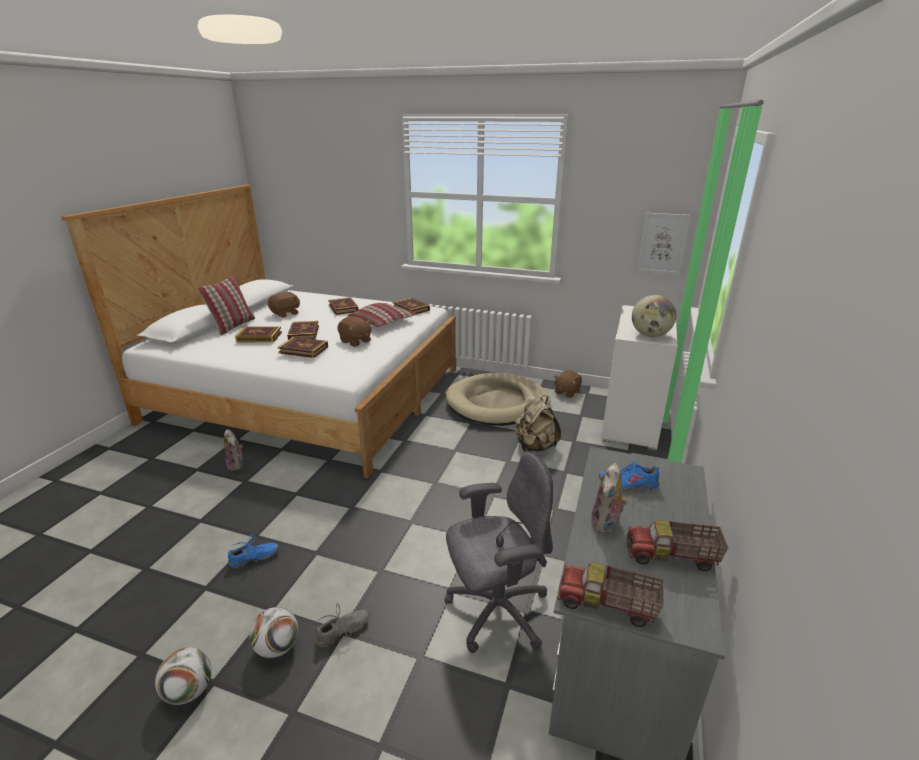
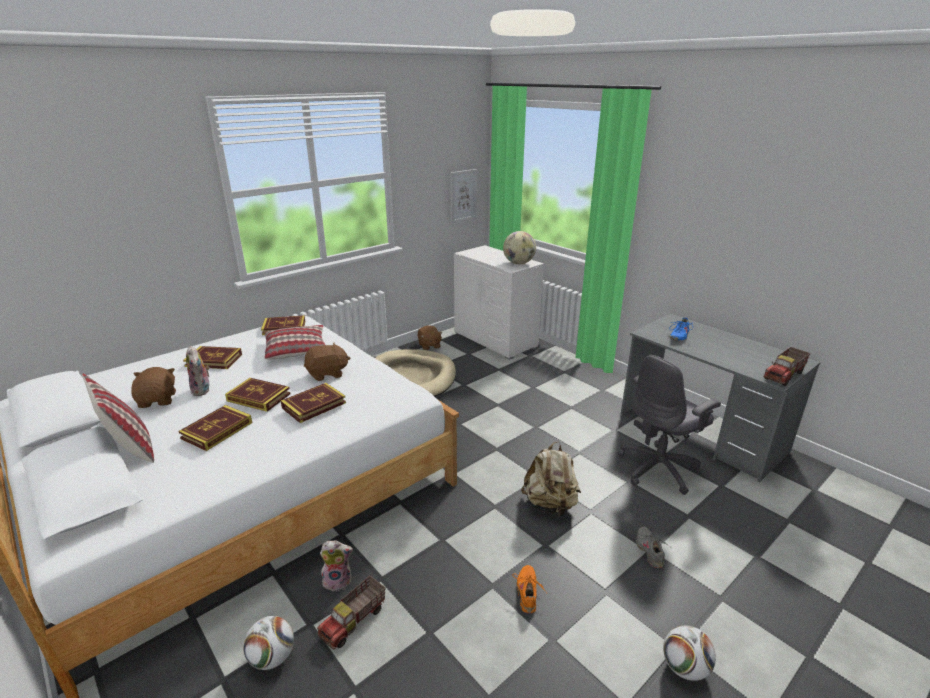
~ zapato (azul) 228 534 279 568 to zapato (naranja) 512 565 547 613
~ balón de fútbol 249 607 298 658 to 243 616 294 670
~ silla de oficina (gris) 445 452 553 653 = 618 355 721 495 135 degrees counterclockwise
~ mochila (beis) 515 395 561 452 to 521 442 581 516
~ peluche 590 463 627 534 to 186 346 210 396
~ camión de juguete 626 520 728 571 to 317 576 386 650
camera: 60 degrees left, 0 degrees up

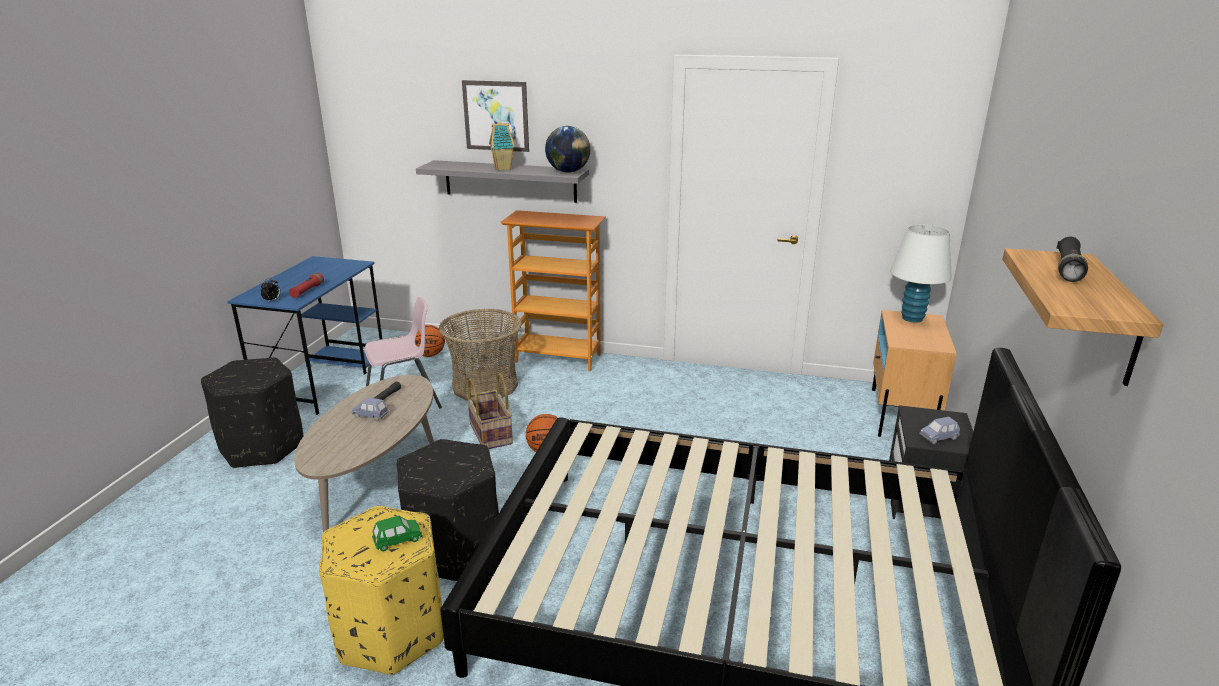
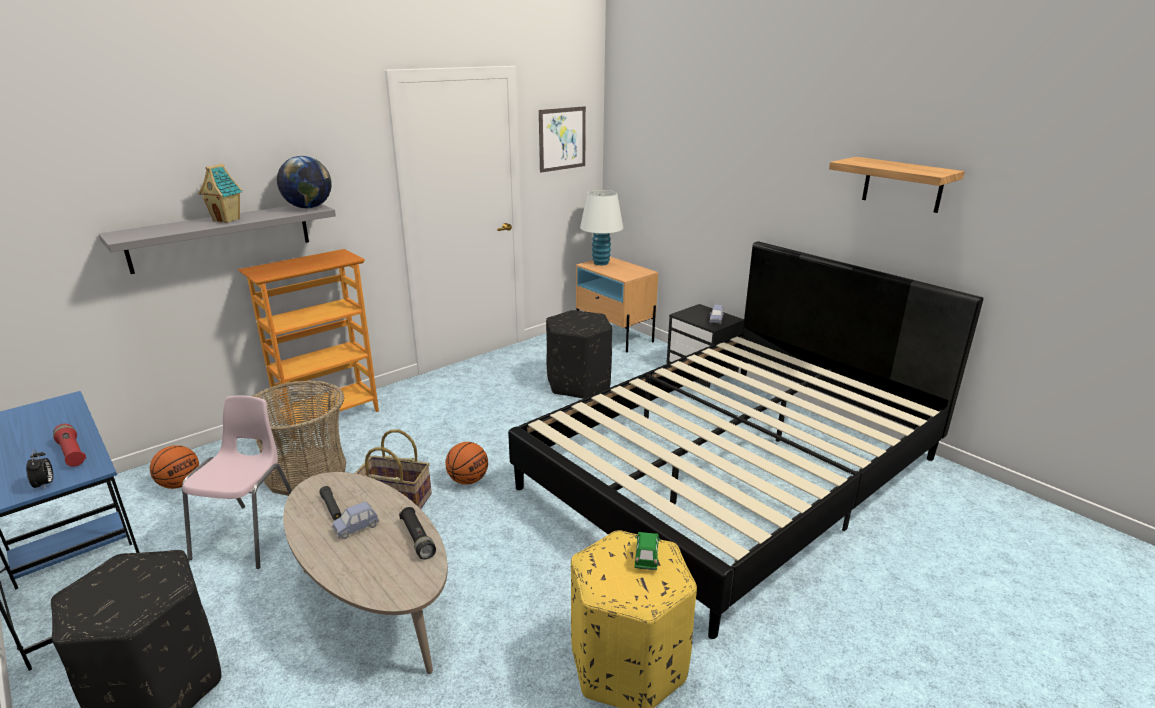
~ puf (negro) 397 439 499 581 to 546 310 612 399
~ cuadro 462 80 529 152 to 539 106 586 173
~ linterna (negro) 1057 237 1088 282 to 399 507 436 560
camera: 55 degrees left, 0 degrees up

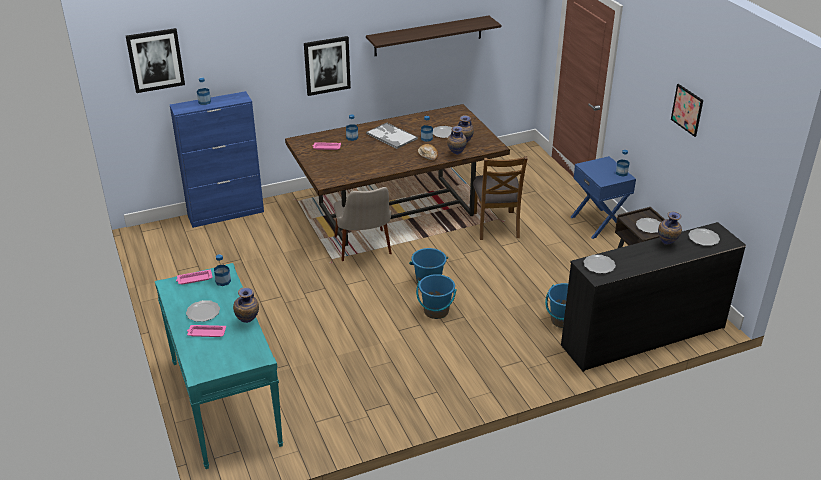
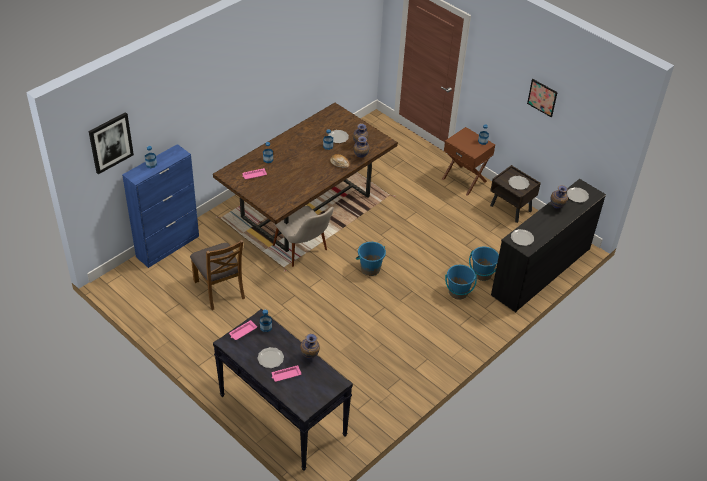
~ mesa consola (turquesa) 155 263 283 469 to mesa consola (negro) 213 309 353 471
- cuadro 304 36 351 96
- estante 366 16 501 56
- bandeja 366 123 418 149
~ cubo (azul) 416 274 457 319 to 445 265 477 300
~ silla (marrón) 473 156 528 240 to 190 240 245 310
~ mesita de noche (azul) 571 156 636 239 to mesita de noche (marrón) 442 127 495 195
camera: 25 degrees left, 10 degrees up

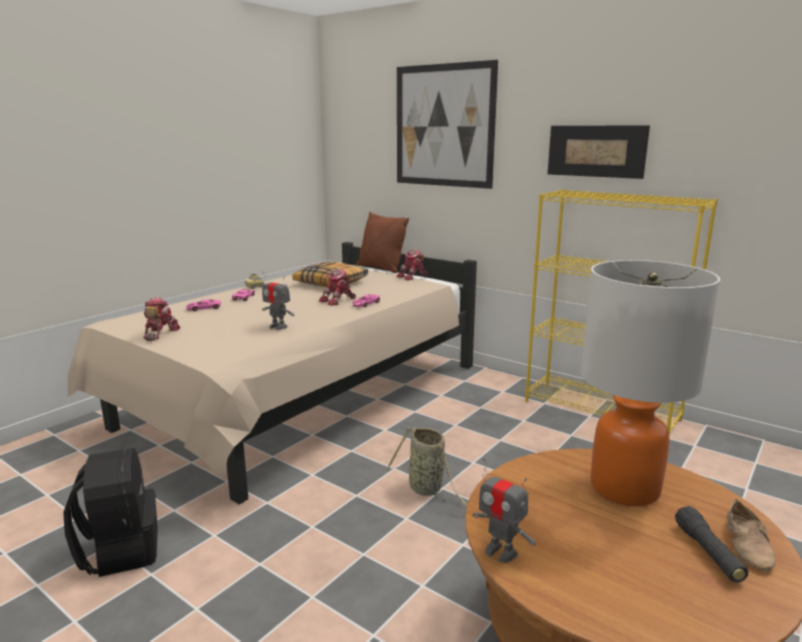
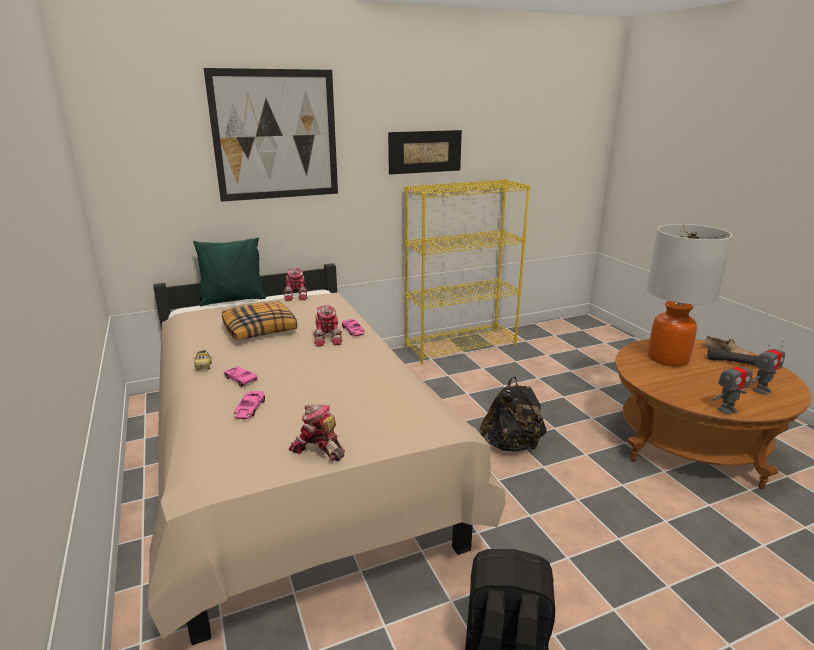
~ robot de juguete 262 272 294 330 to 752 340 785 395
~ cojín (marrón) 357 212 409 273 to cojín (verde) 193 237 266 306
~ cesta 386 426 467 506 to mochila (negro) 480 377 547 452
camera: 60 degrees left, 5 degrees up

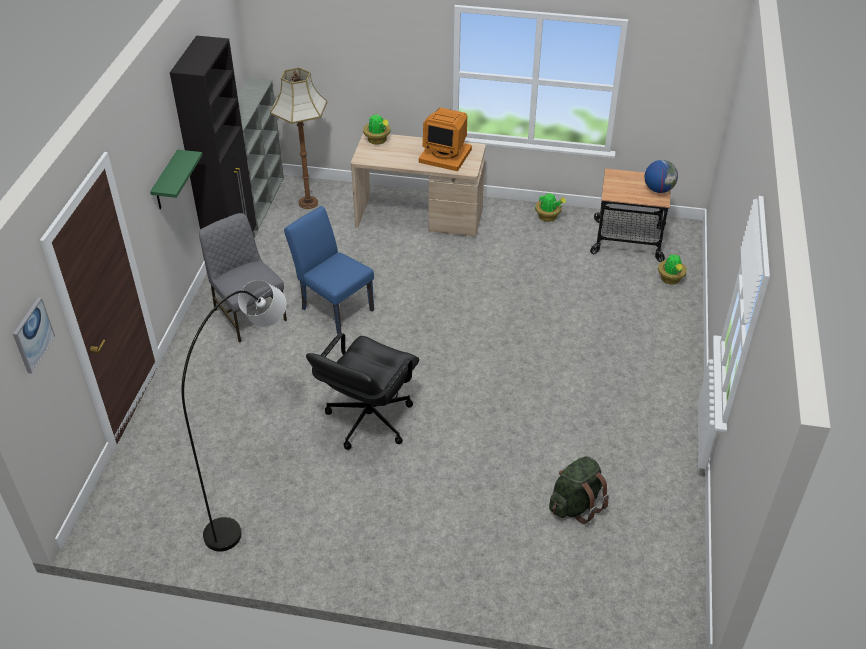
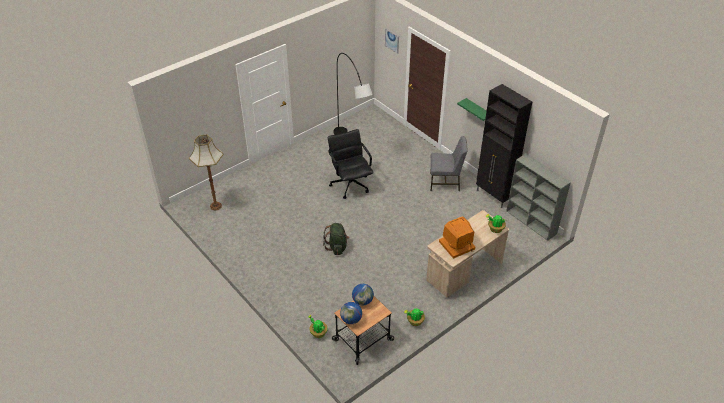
~ lámpara de pie 270 68 327 209 to 189 135 224 210
- silla (azul) 284 206 374 334
~ mochila (verde) 549 456 609 524 to 323 223 349 255
+ globo terráqueo 352 284 374 305
camera: 130 degrees right, 0 degrees up

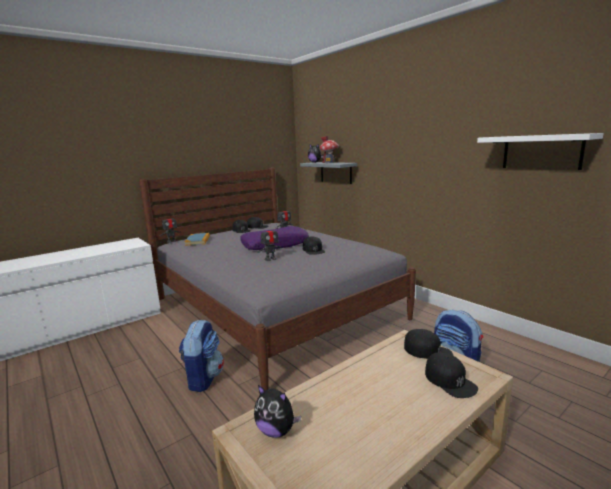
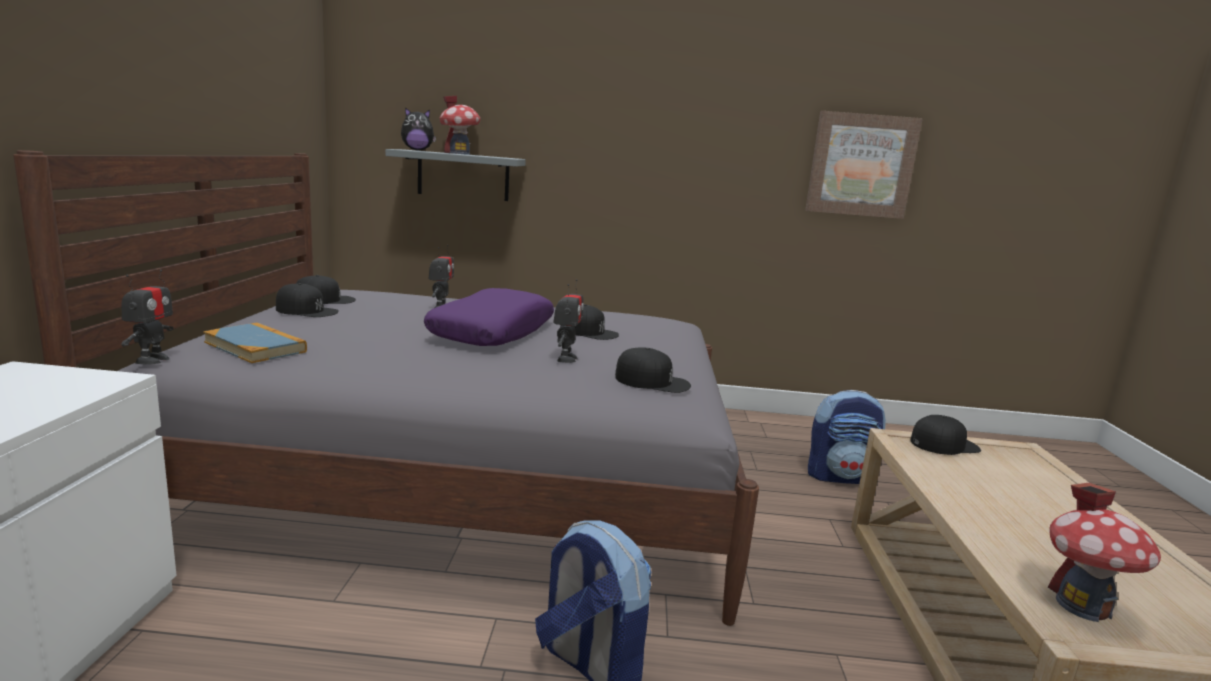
~ peluche 254 385 301 438 to casita 1048 483 1161 622
~ gorra (negro) 425 352 478 398 to 615 348 691 393
~ estante (blanco) 477 133 604 170 to cuadro 805 111 923 219
camera: 50 degrees left, 0 degrees up

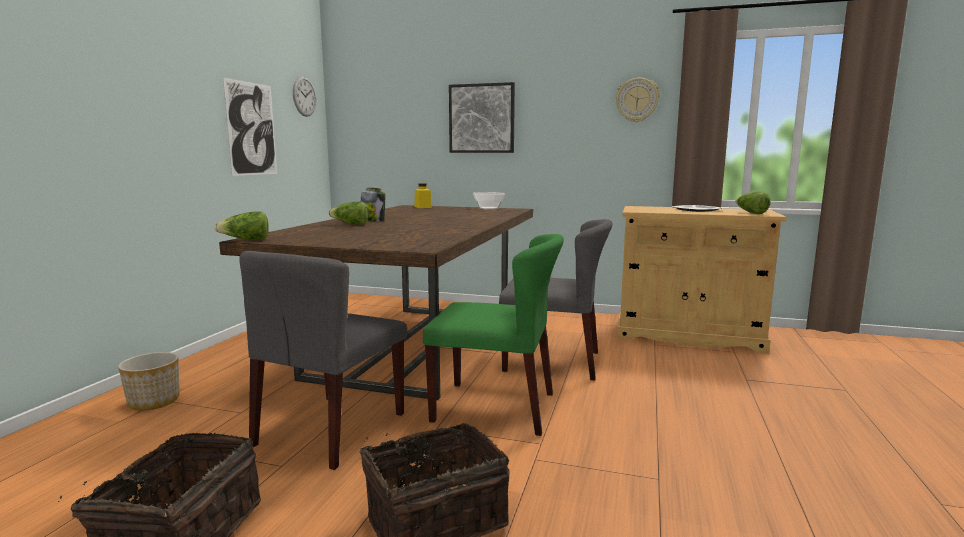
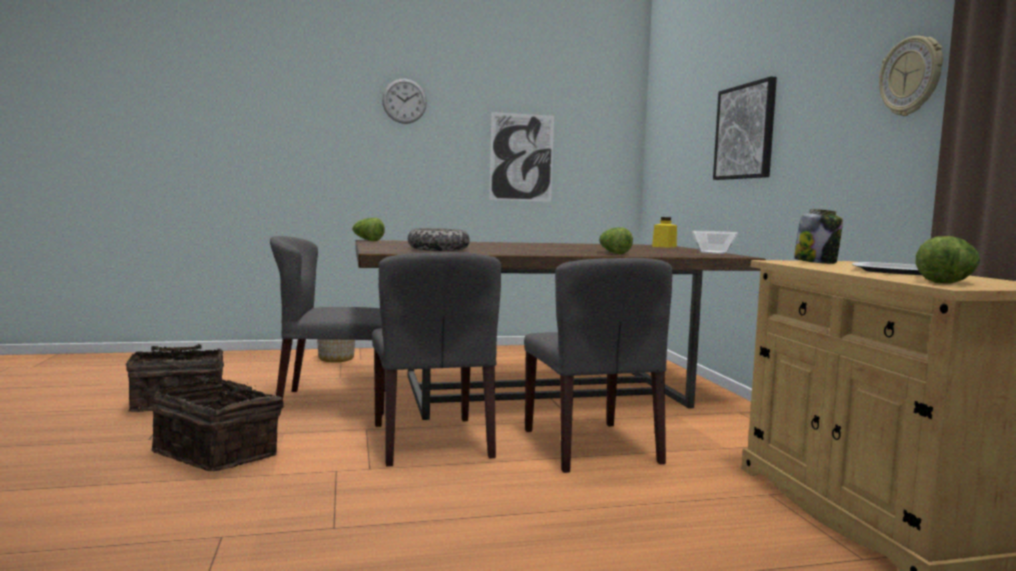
~ reloj de pared 293 76 316 117 to 382 79 427 124
~ lechuga 328 201 369 225 to 599 227 633 254
~ tarro 361 188 385 222 to 794 209 843 264
~ silla (verde) 423 234 564 436 to silla (gris) 372 252 501 467
+ cuenco 408 228 470 251
camera: 60 degrees right, 5 degrees down

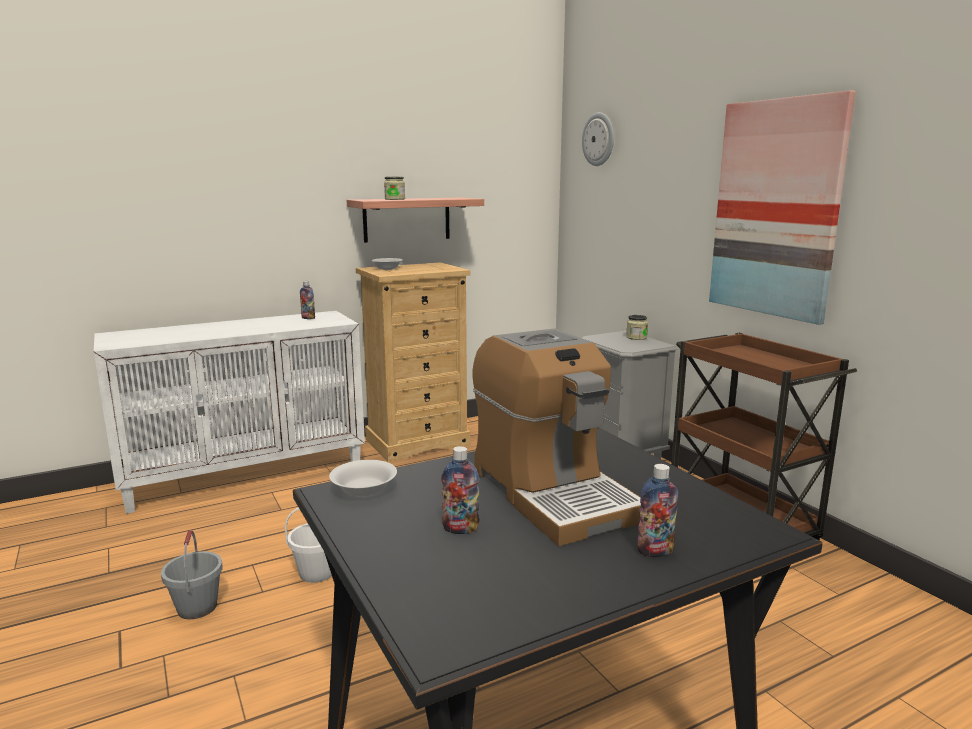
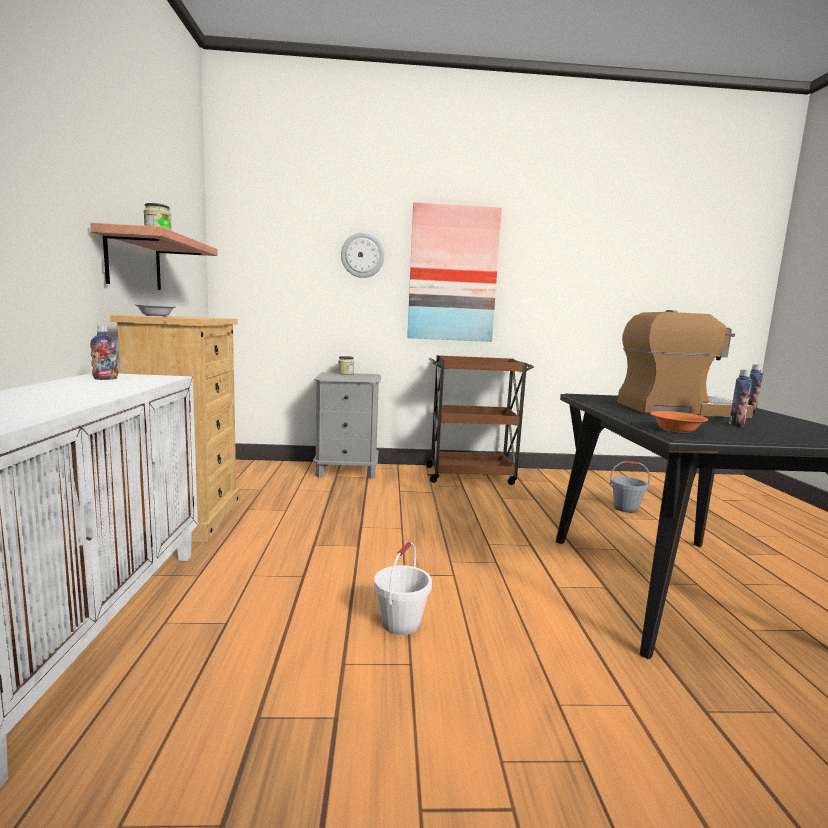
~ cubo (gris) 161 530 223 619 to 610 461 650 513
~ cuenco (blanco) 329 460 397 497 to cuenco (naranja) 650 411 708 433
~ reloj de pared 582 112 614 166 to 341 233 384 278
camera: 65 degrees left, 5 degrees down

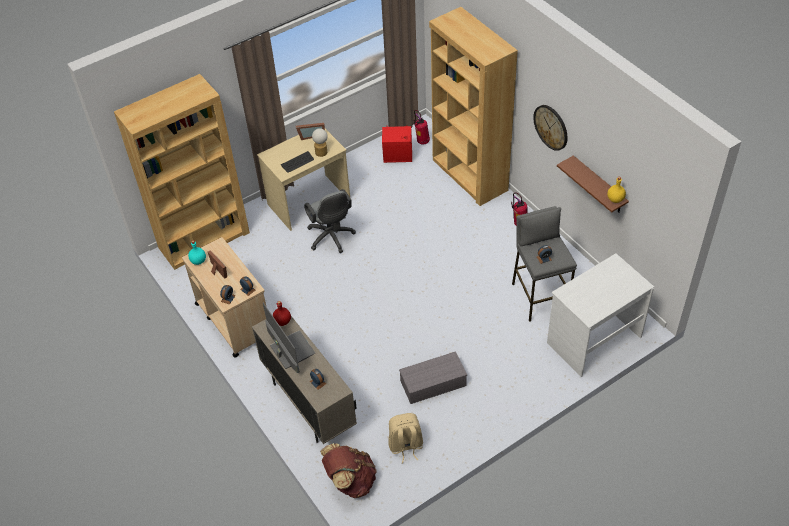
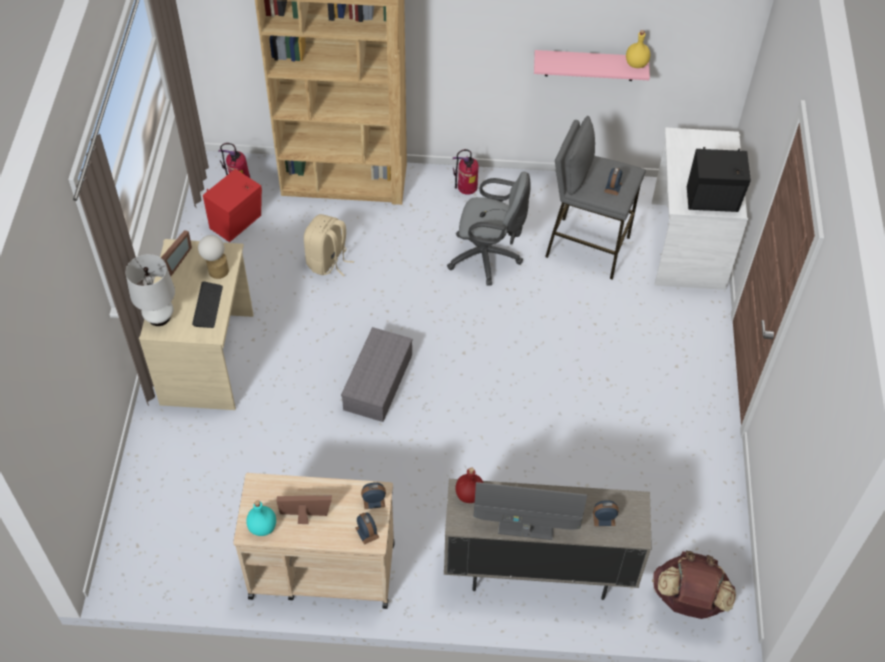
- estantería (marrón) 114 74 250 270
~ silla de oficina (gris) 304 189 356 253 to 447 171 531 286
~ mochila (beis) 388 413 423 463 to 304 214 354 276
~ caja de almacenaje (gris) 399 351 467 404 to 341 327 413 422
- reloj de pared 533 105 568 151
~ estante (marrón) 557 155 629 213 to estante (rosa) 534 50 650 81
+ lámpara de mesa (blanco) 125 254 175 326
+ altavoz (negro) 687 147 751 212
camera: 55 degrees left, 5 degrees up

